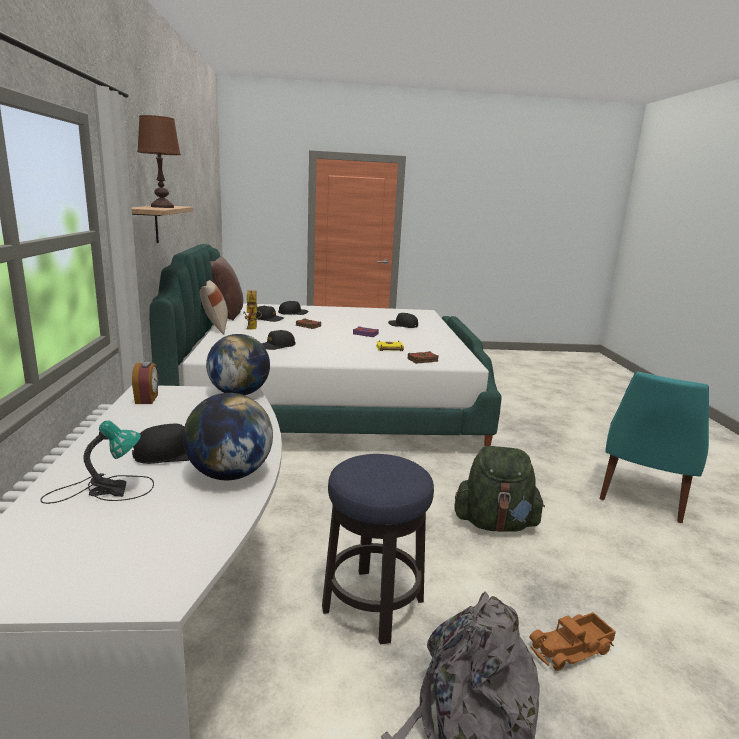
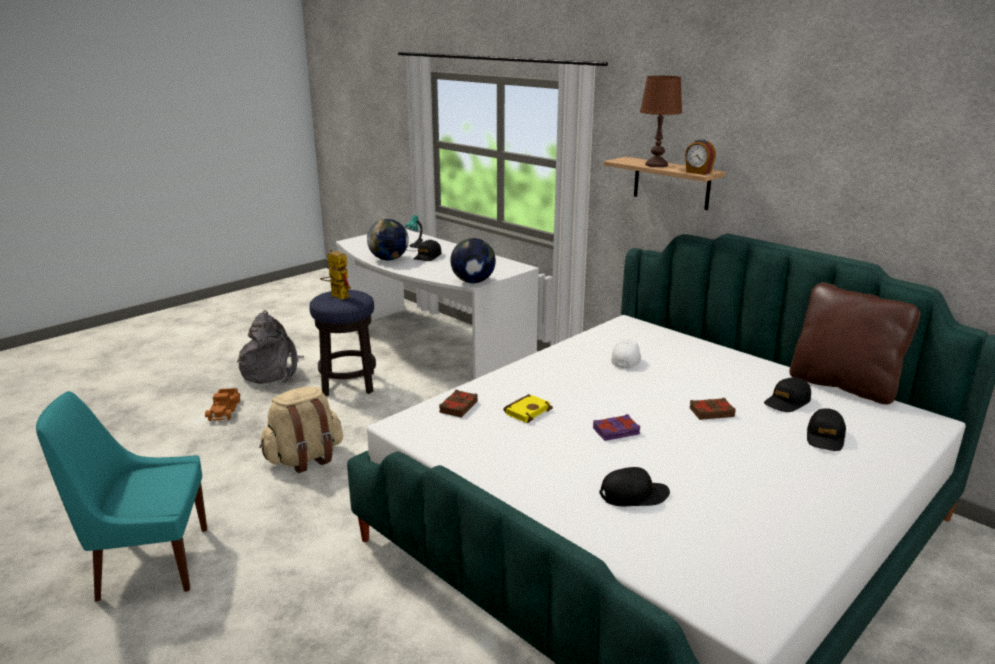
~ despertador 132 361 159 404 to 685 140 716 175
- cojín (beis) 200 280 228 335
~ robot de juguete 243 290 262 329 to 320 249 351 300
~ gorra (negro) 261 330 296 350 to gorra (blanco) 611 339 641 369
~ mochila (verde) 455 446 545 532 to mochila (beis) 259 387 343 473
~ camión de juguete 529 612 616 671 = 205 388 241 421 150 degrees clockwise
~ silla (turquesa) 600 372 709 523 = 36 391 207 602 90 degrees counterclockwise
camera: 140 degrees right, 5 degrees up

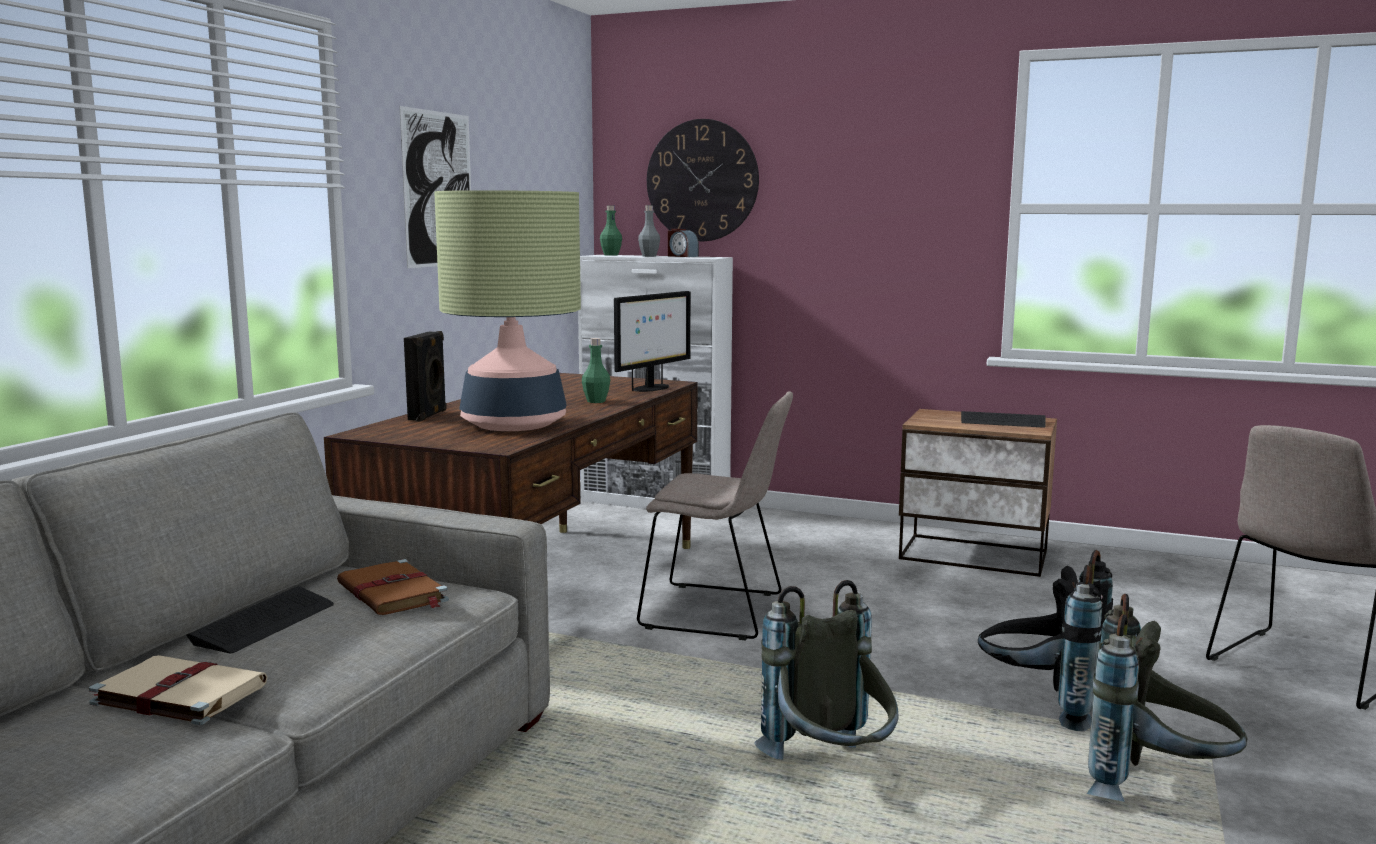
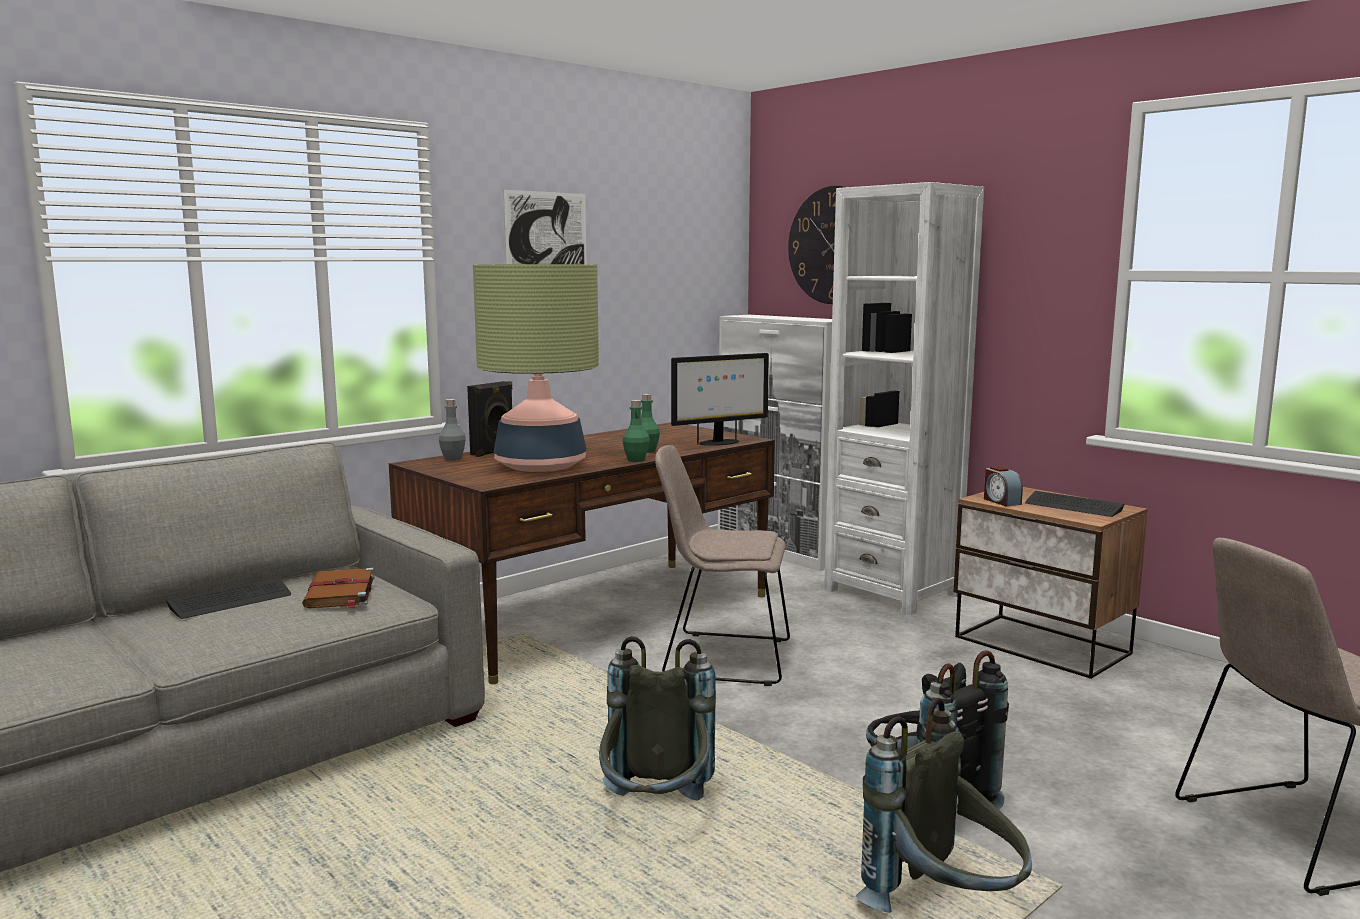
- libro (beis) 89 655 267 725
~ botella (verde) 600 205 622 256 to 623 400 650 462
~ silla (beis) 637 391 793 641 = 655 445 790 686 150 degrees clockwise
~ botella (gris) 638 205 660 257 to 439 399 466 460
~ despertador 668 229 699 257 to 984 466 1023 506
+ estantería (blanco) 824 182 984 615
camera: 25 degrees right, 0 degrees up

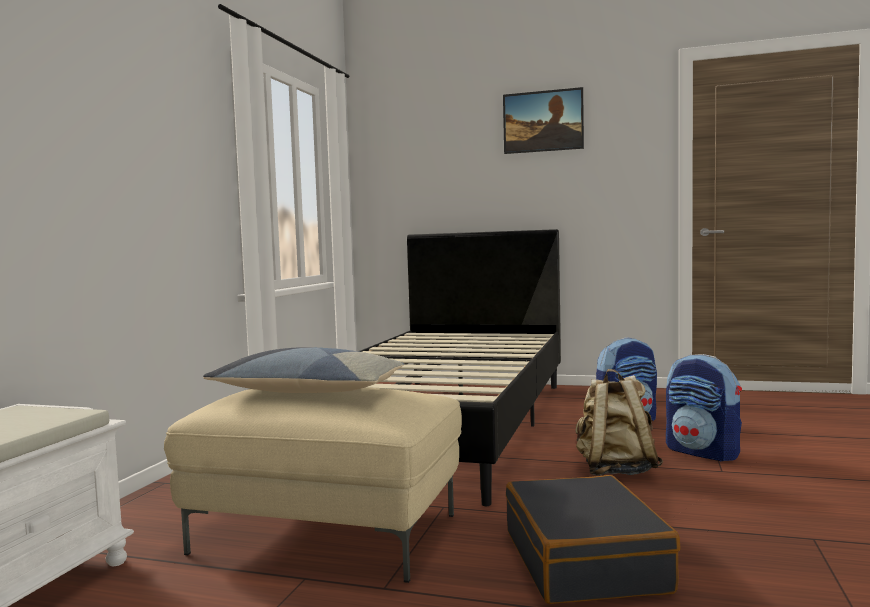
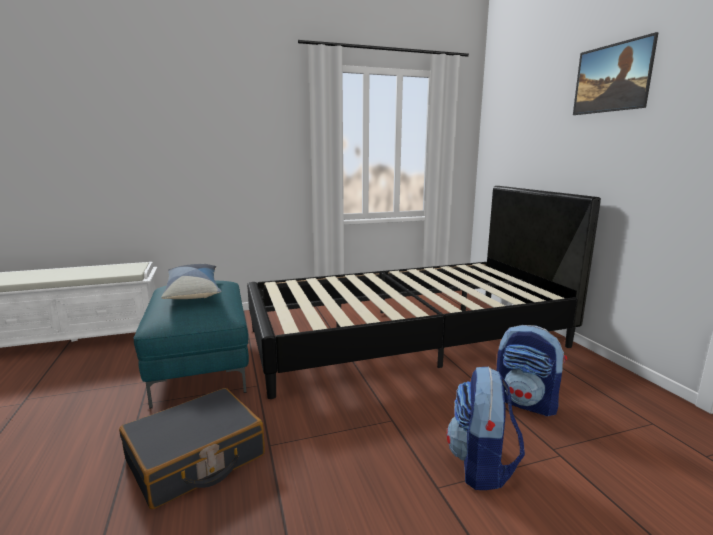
~ puf (beis) 164 387 462 583 to puf (turquesa) 133 281 249 409
- mochila (beis) 575 369 663 476
camera: 55 degrees right, 10 degrees up

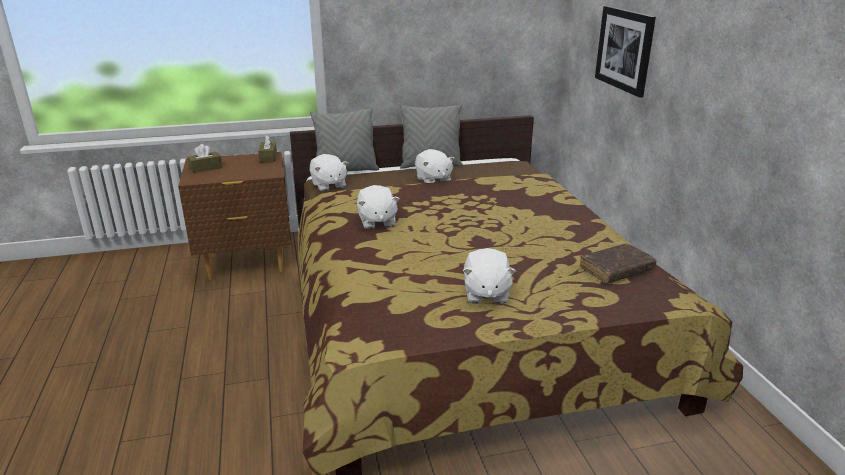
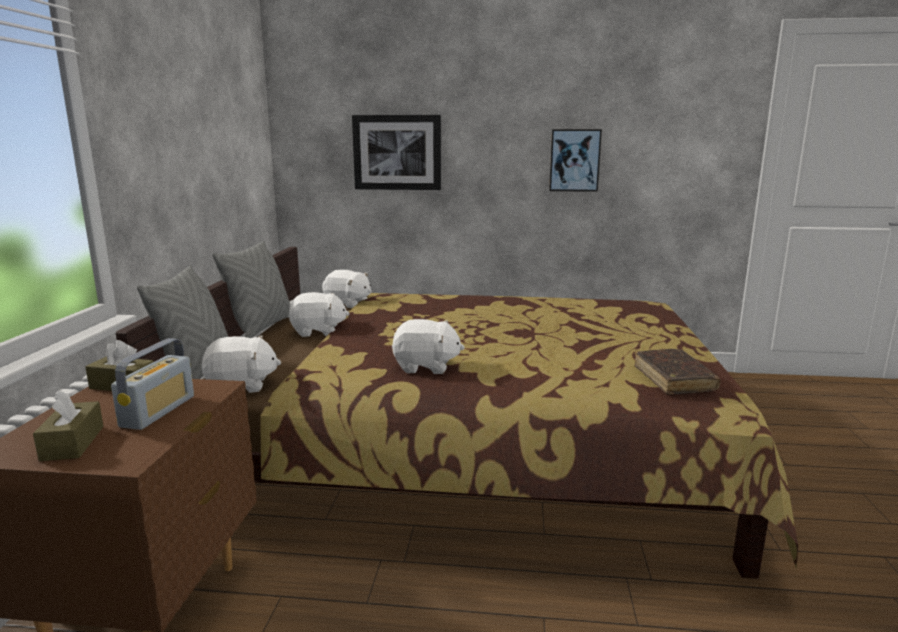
~ peluche (blanco) 463 248 516 304 to 322 270 372 308
~ libro (marrón) 580 243 657 283 to 634 349 720 395
+ radio 111 338 194 430
+ cuadro 549 129 602 192
camera: 70 degrees left, 10 degrees down

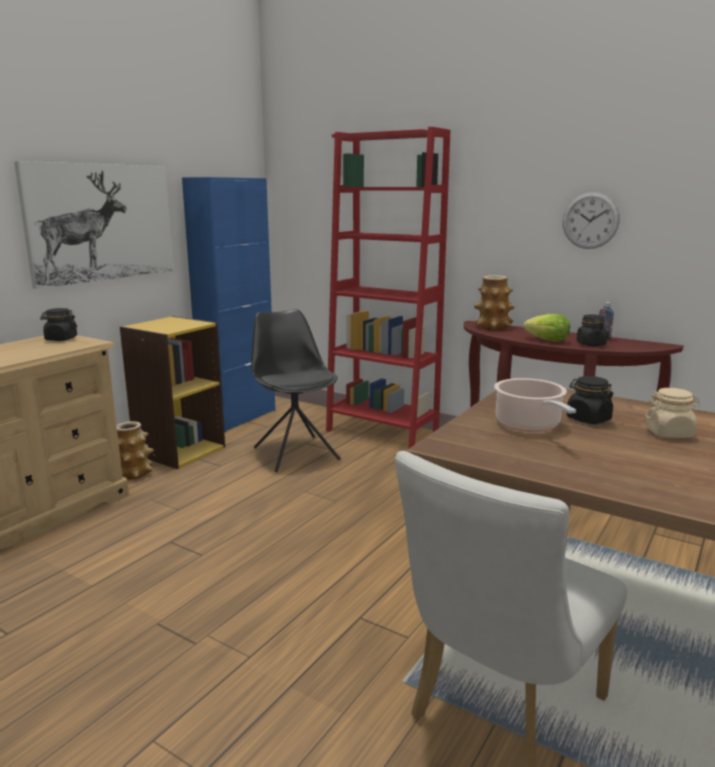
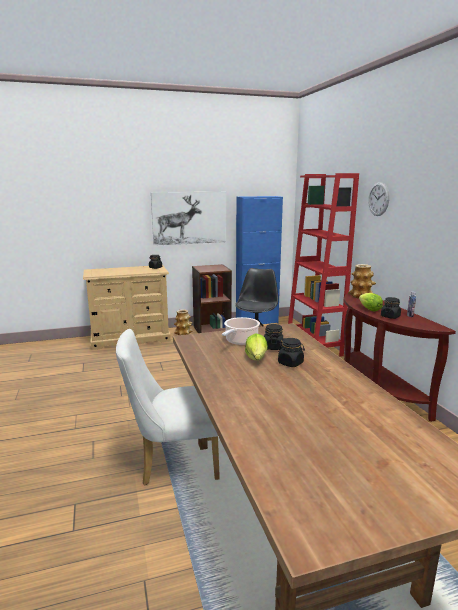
~ estantería (amarillo) 120 316 225 469 to estantería (marrón) 192 264 232 333
~ reloj de pared 563 192 620 249 to 368 182 389 216
~ tarro (beis) 646 388 701 438 to tarro (negro) 278 338 305 367
+ lechuga 245 333 268 360
camera: 40 degrees right, 0 degrees up

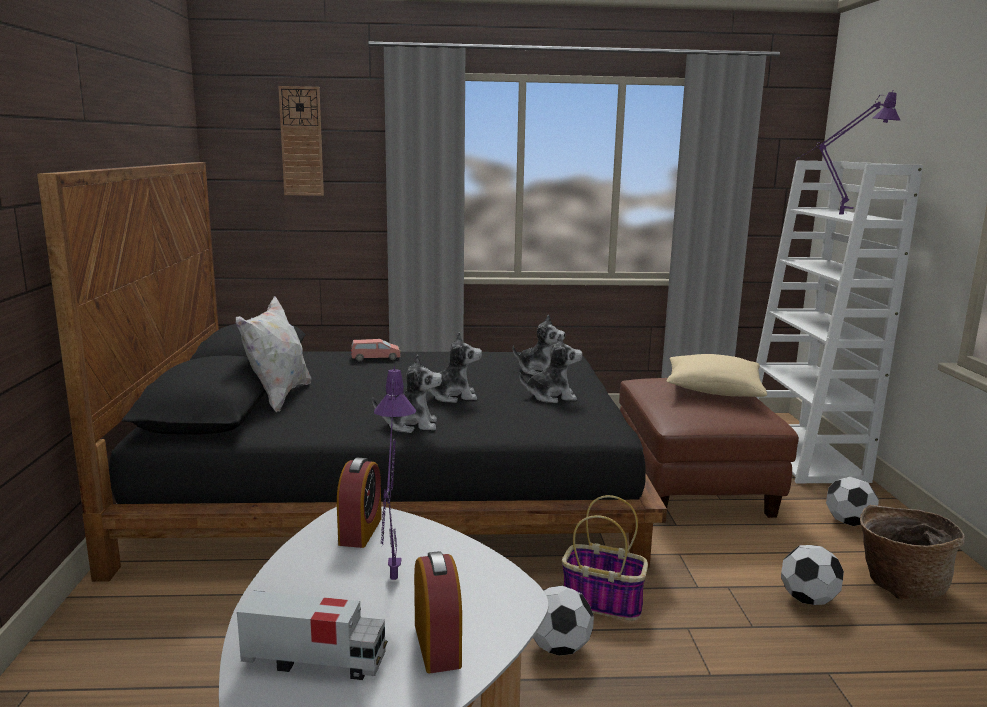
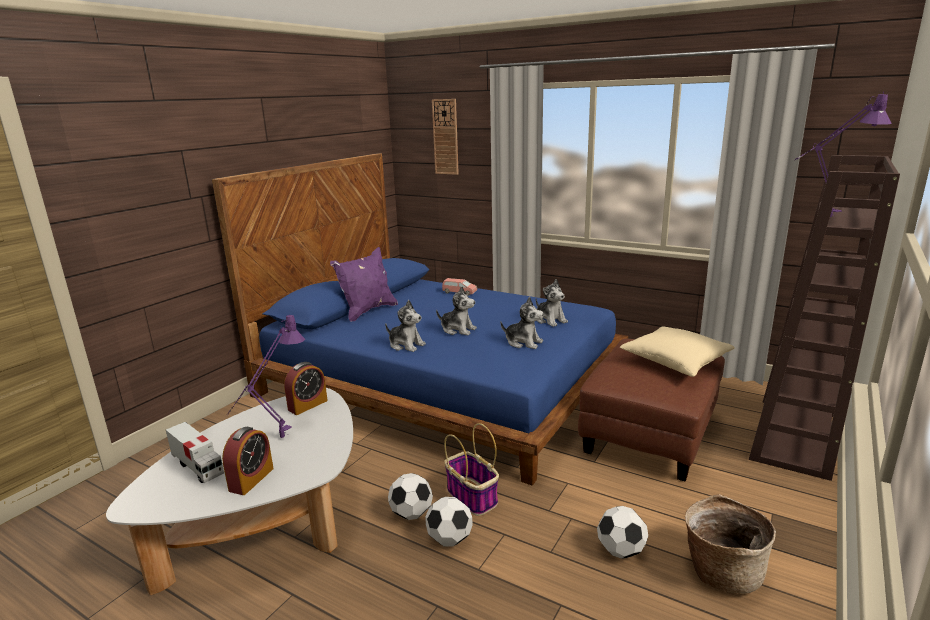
~ cama (negro) 37 162 667 582 to cama (azul) 212 153 629 486
~ cojín (blanco) 235 296 312 412 to cojín (morado) 330 247 398 322
~ estantería (blanco) 756 161 923 484 to estantería (marrón) 749 155 900 481
~ balón de fútbol 826 477 879 526 to 425 497 473 546
camera: 35 degrees right, 5 degrees up

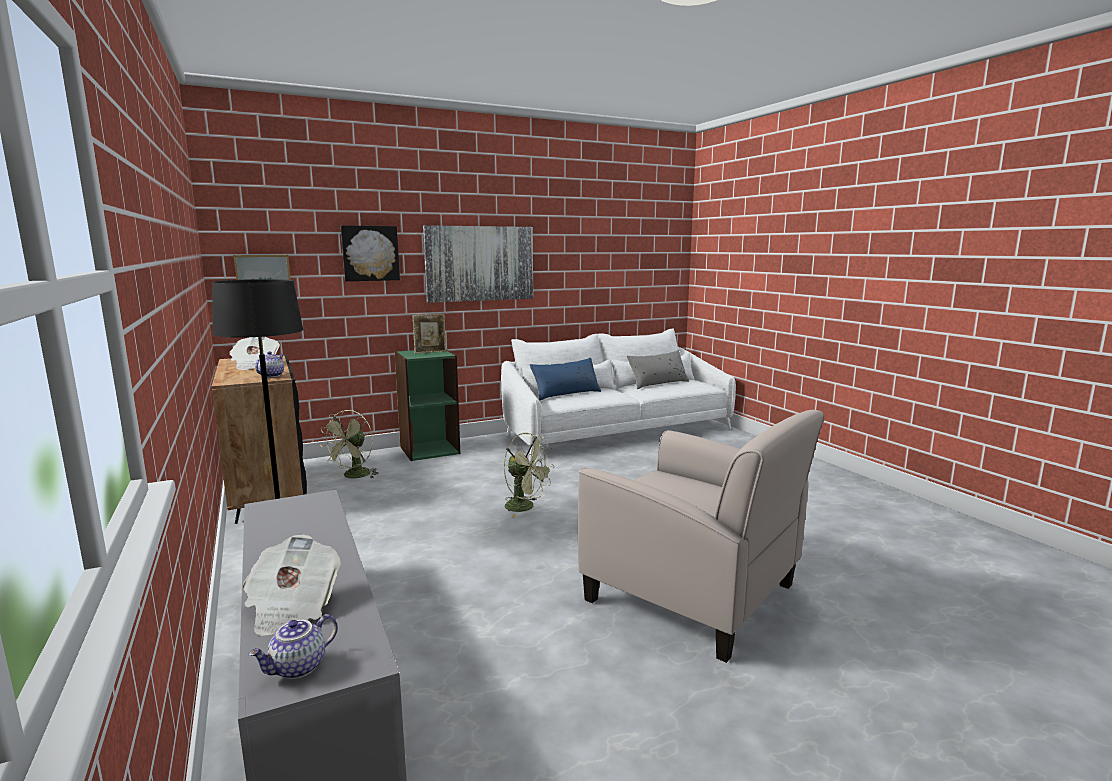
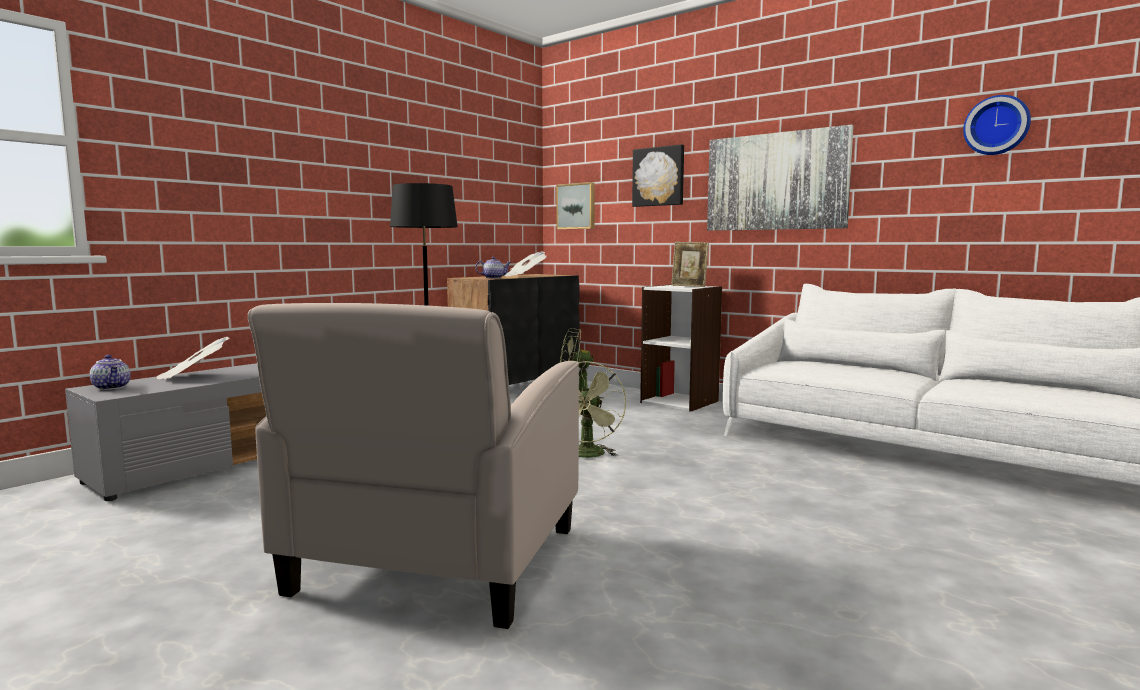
~ tetera 248 614 338 679 = 90 355 131 390 150 degrees counterclockwise
~ estantería (verde) 395 350 460 461 to estantería (blanco) 640 285 722 412
- cojín (azul) 530 358 601 401
- cojín (gris) 627 350 689 389
+ reloj de pared 963 95 1031 155
camera: 65 degrees right, 5 degrees down

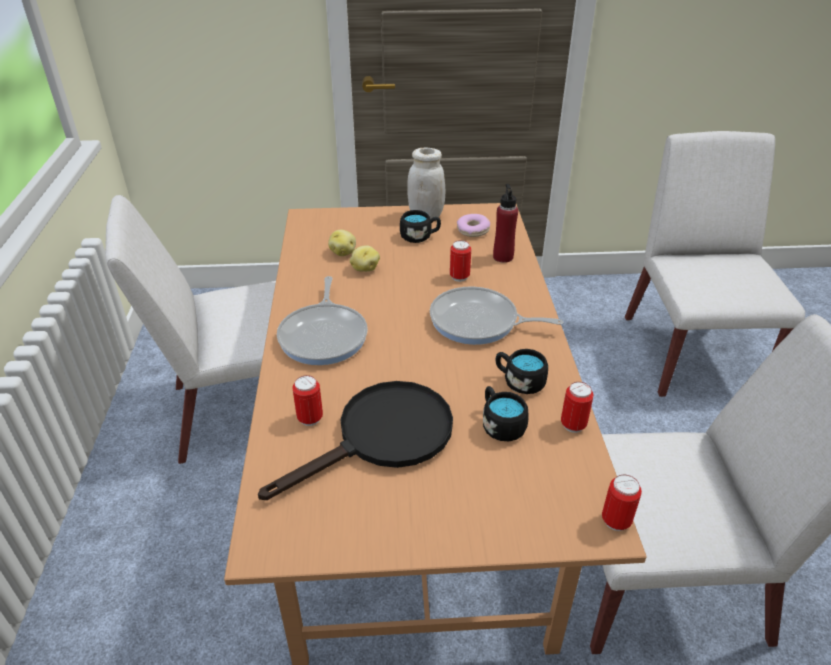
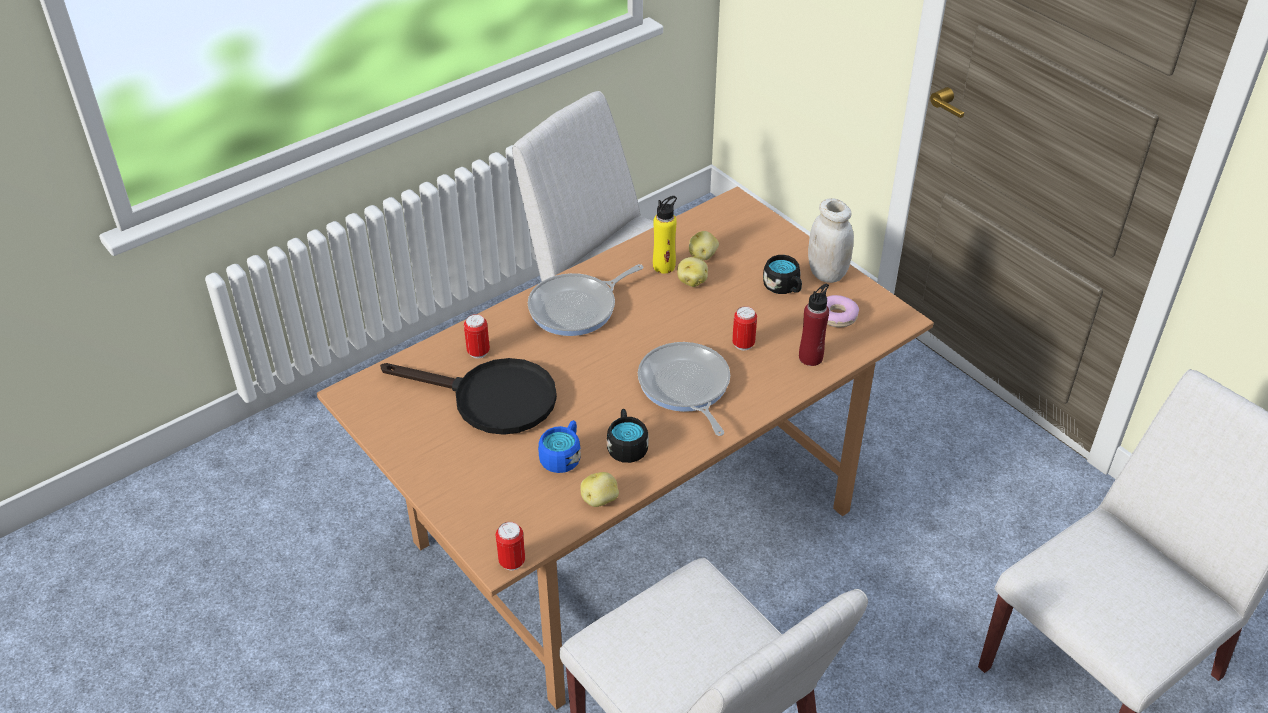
~ taza grande (negro) 483 386 529 441 to taza grande (azul) 538 420 581 473
~ lata 561 382 594 433 to patata 581 472 619 507
+ botella (amarillo) 653 196 677 274
camera: 55 degrees right, 5 degrees up

